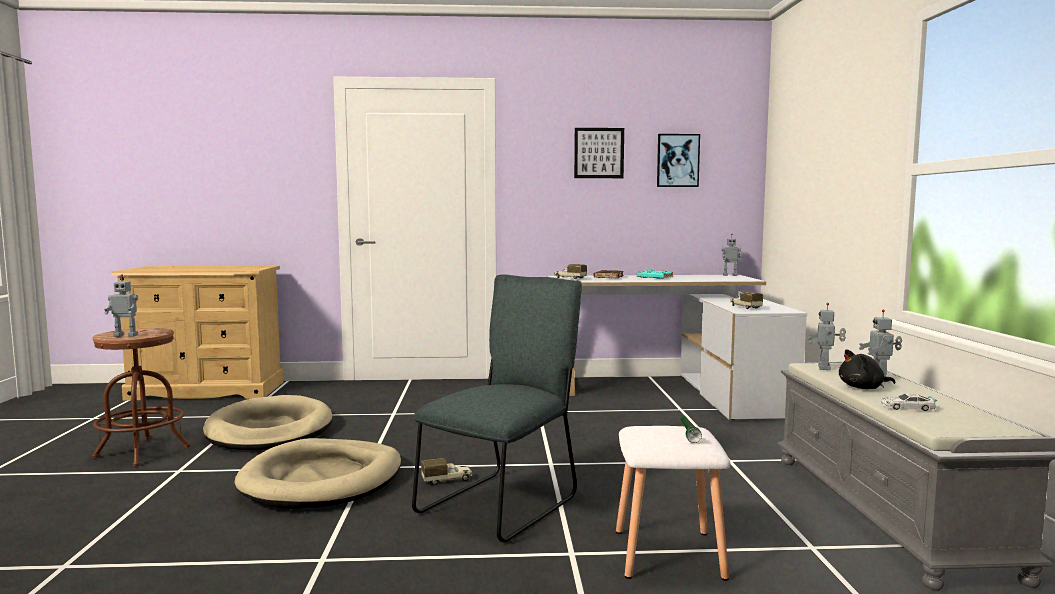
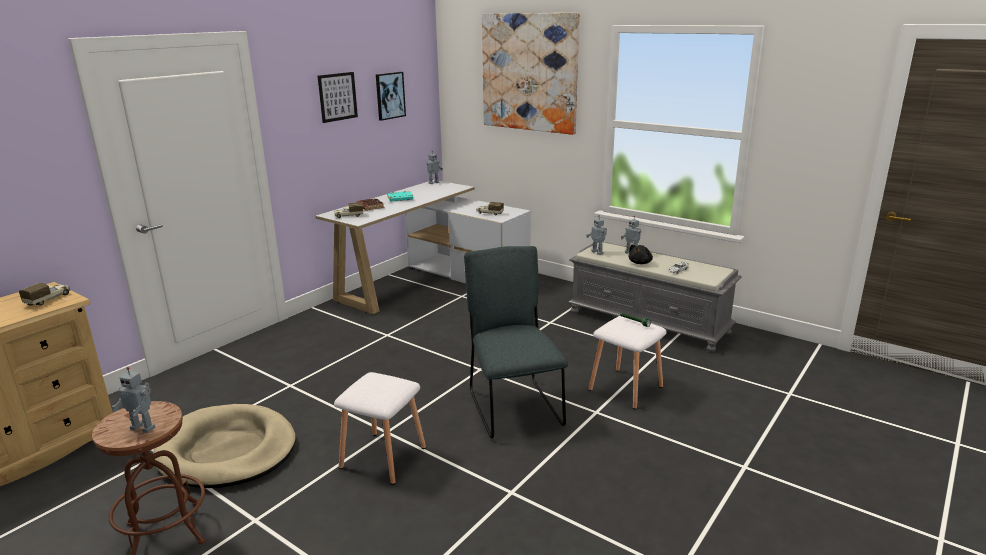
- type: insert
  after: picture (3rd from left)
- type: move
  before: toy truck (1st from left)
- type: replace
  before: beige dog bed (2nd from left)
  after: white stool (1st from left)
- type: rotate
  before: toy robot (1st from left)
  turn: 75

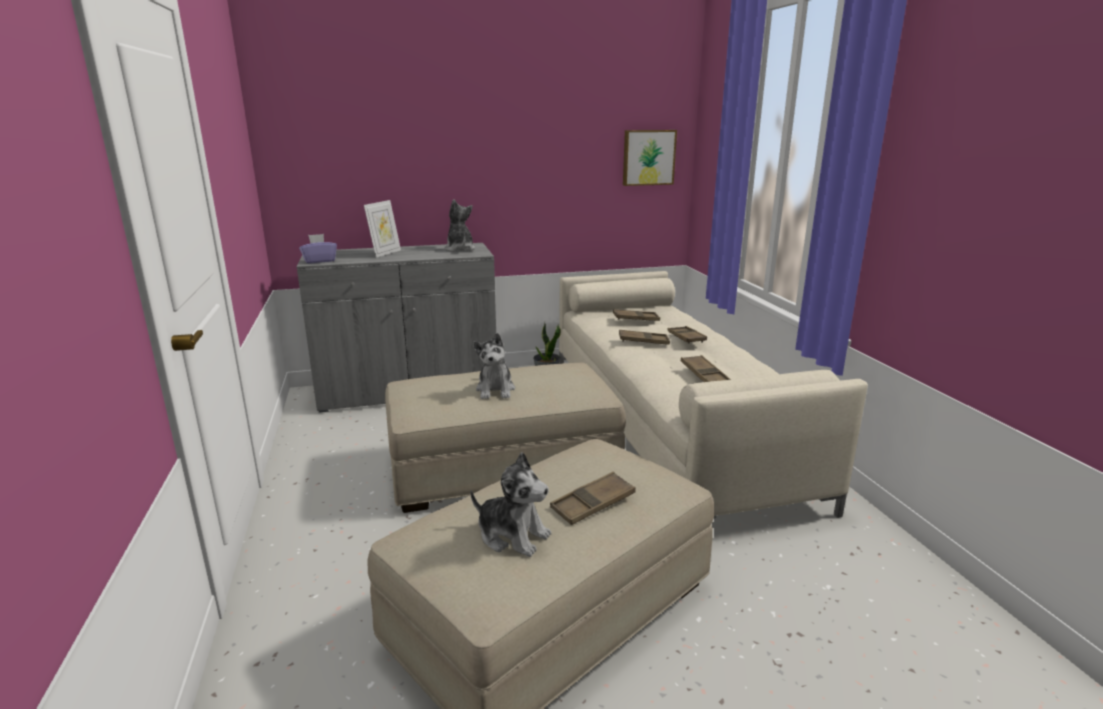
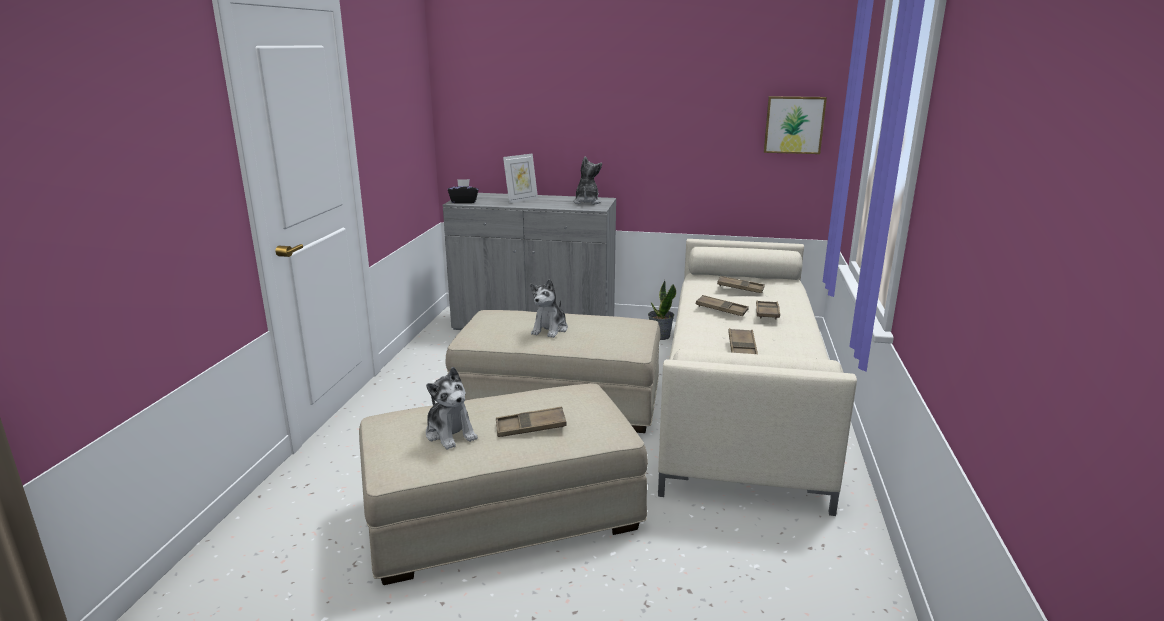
- type: recolor
  before: purple tissue box
  after: black tissue box

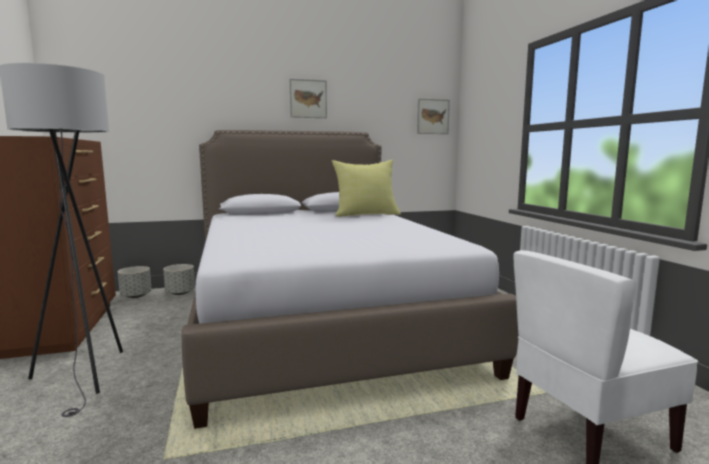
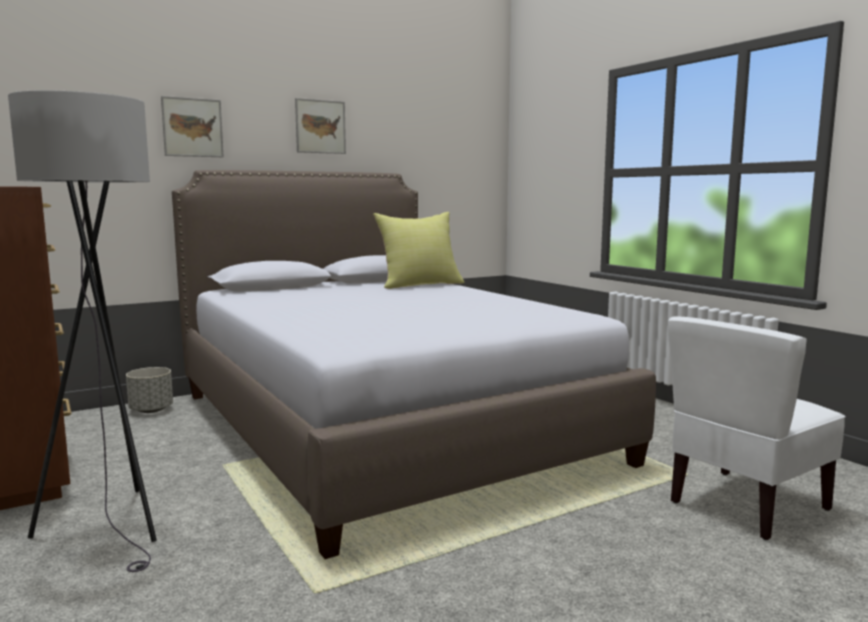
- type: delete
  before: grey planter (1st from left)
- type: move
  before: picture (2nd from left in the first image)
  after: picture (1st from left)

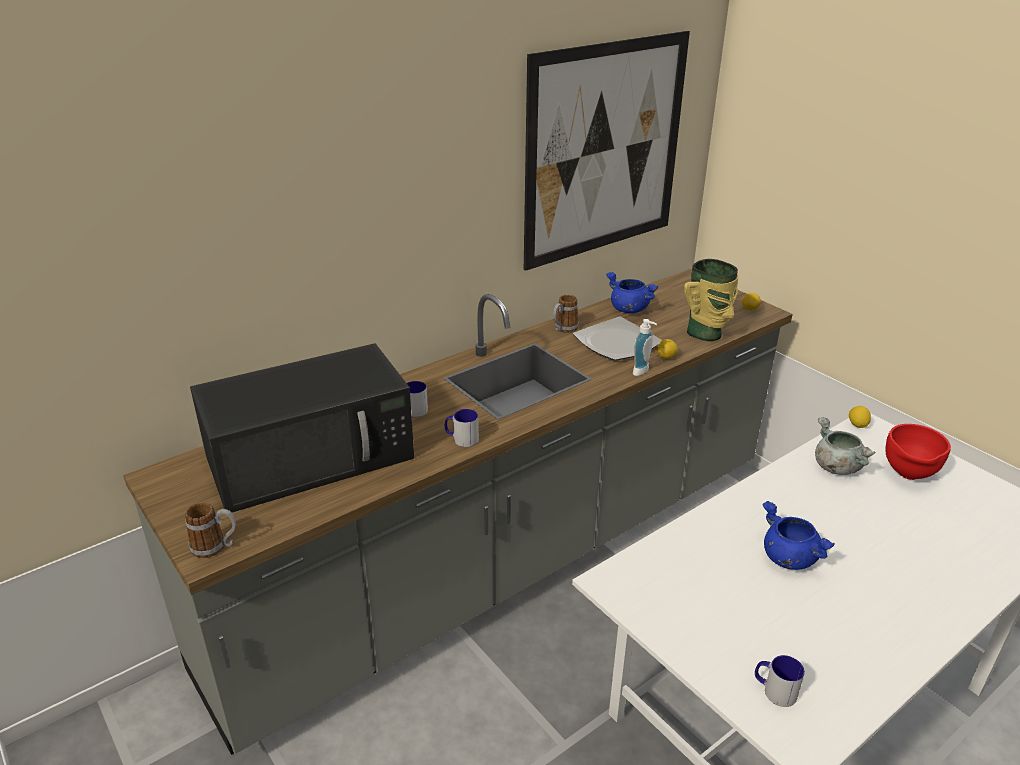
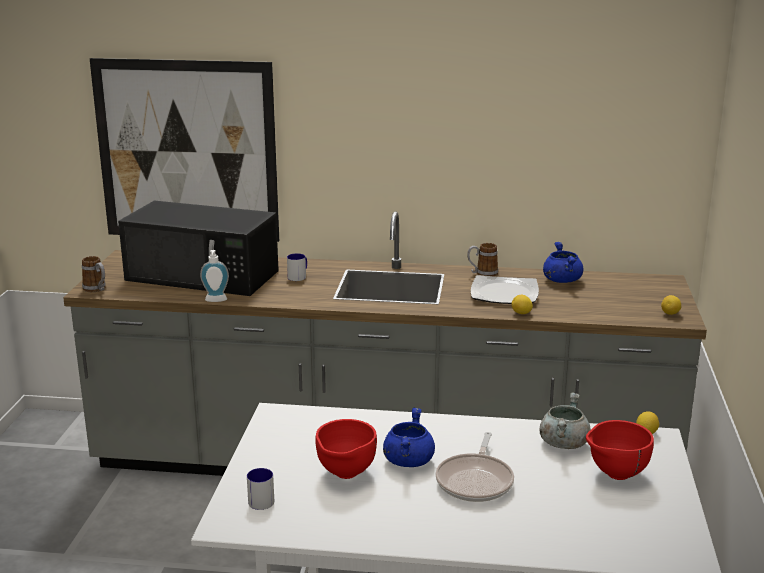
- type: delete
  before: mug (3rd from left)
- type: delete
  before: vase
- type: insert
  after: red bowl (1st from left)
- type: insert
  after: frying pan
- type: move
  before: picture
- type: move
  before: soap dispenser

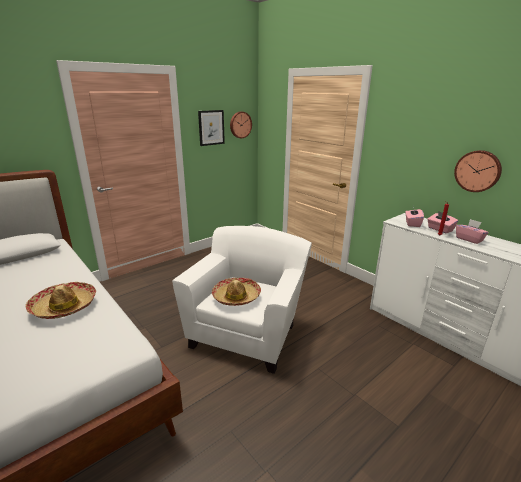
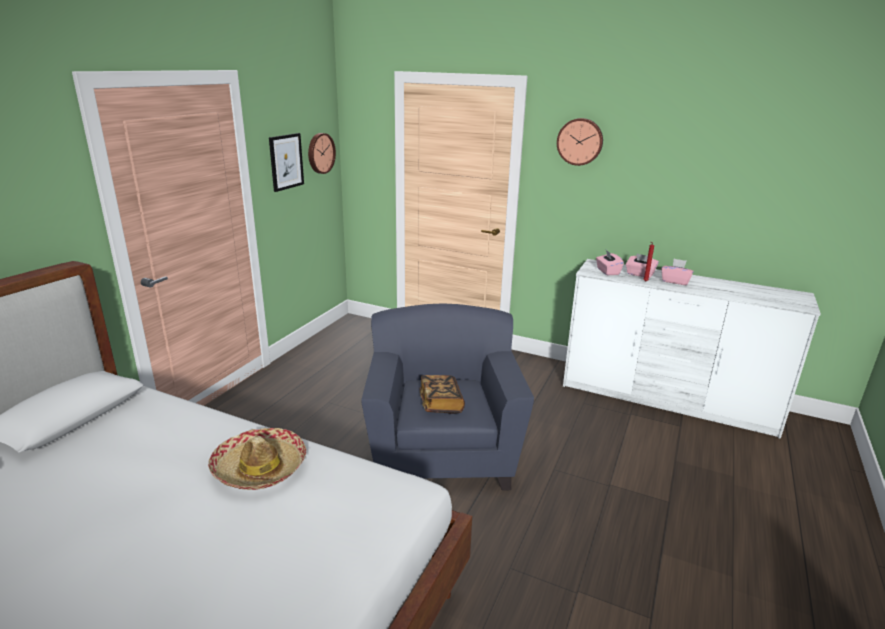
- type: move
  before: wall clock (2nd from left)
- type: replace
  before: hat (2nd from left)
  after: book
- type: recolor
  before: white armchair
  after: blue armchair

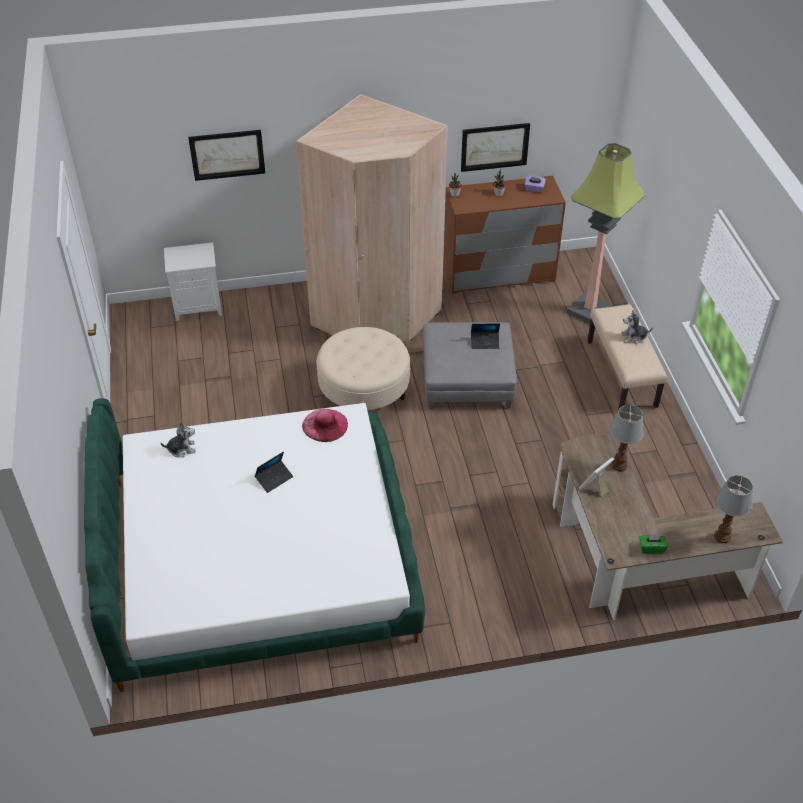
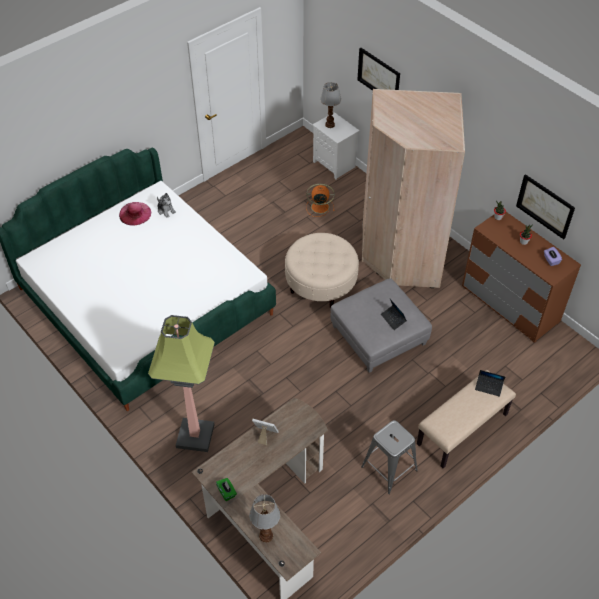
- type: delete
  before: plush toy (2nd from left)
- type: insert
  after: orange fan
- type: insert
  after: grey stool
- type: move
  before: laptop (1st from left in the first image)
  after: laptop (2nd from left)
- type: move
  before: pink hat
- type: move
  before: floor lamp
- type: move
  before: table lamp (1st from left in the first image)
  after: table lamp (2nd from left)

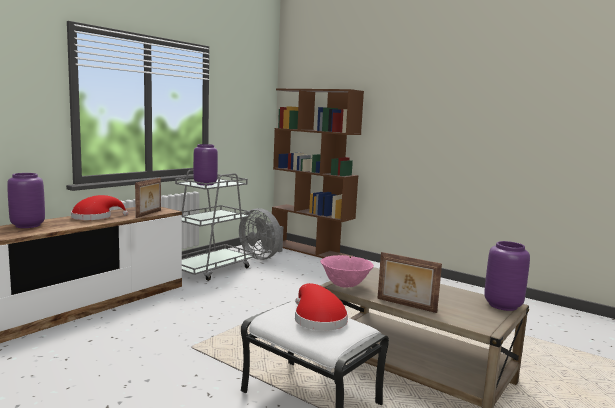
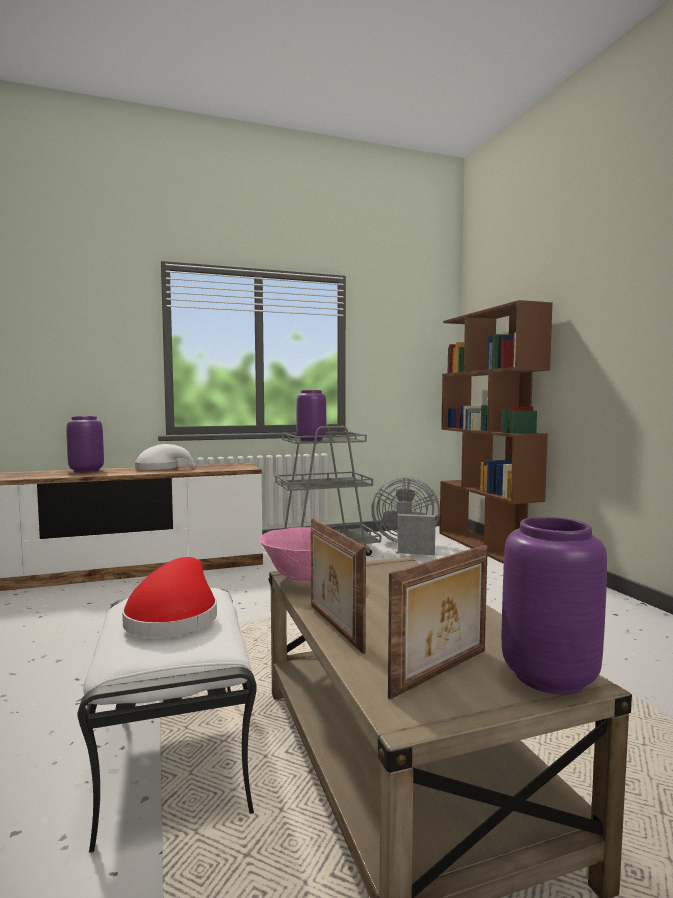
- type: move
  before: picture frame (1st from left in the first image)
  after: picture frame (2nd from left)
- type: recolor
  before: red hat (1st from left)
  after: white hat
- type: rotate
  before: grey fan
  turn: 120

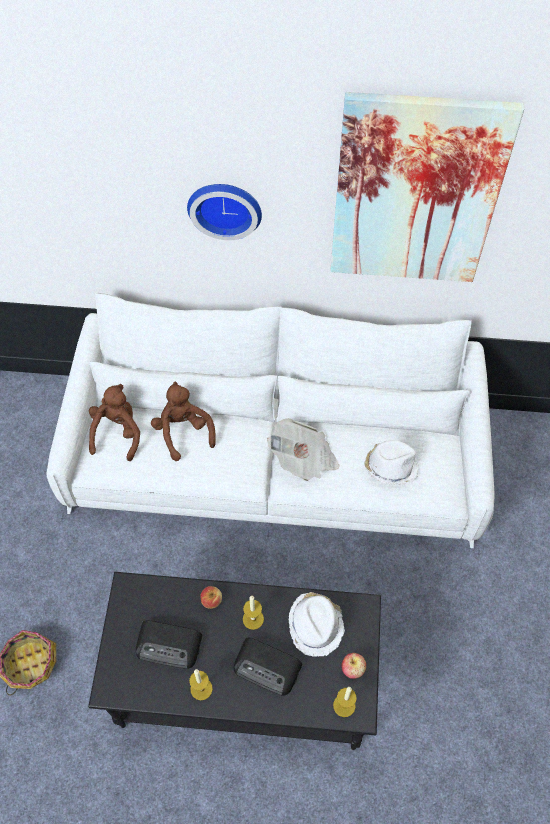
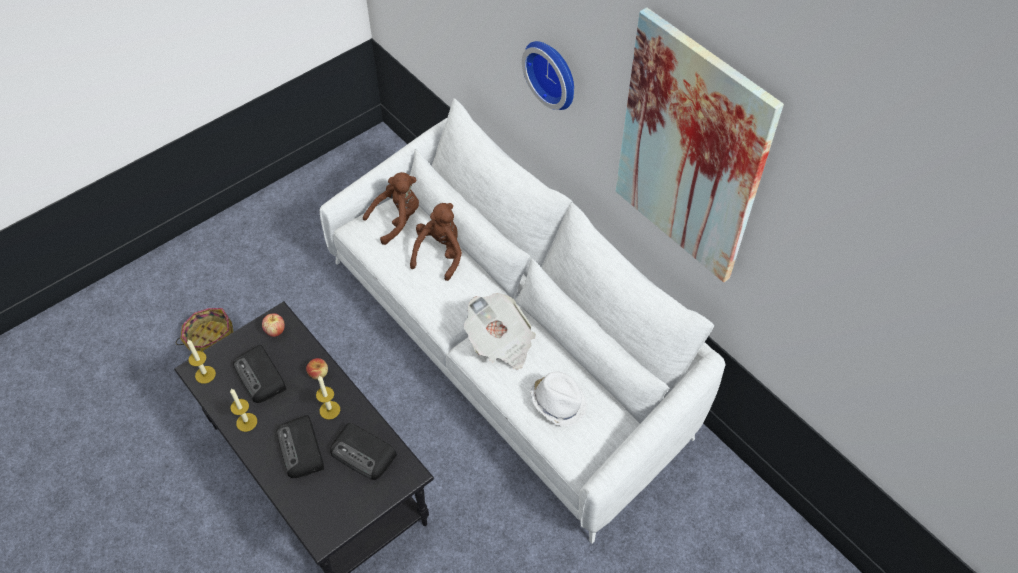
- type: move
  before: candle (3rd from left in the first image)
  after: candle (1st from left)
- type: move
  before: apple (2nd from left in the first image)
  after: apple (1st from left)
- type: replace
  before: white hat (1st from left)
  after: radio (3rd from left)

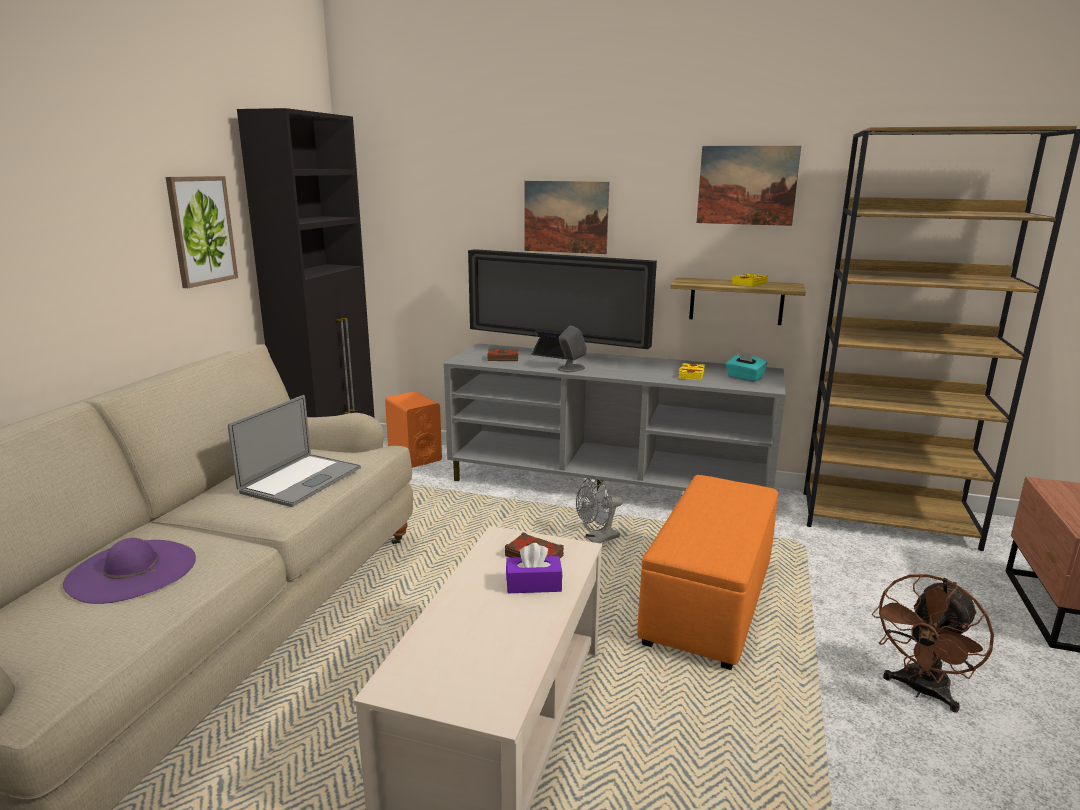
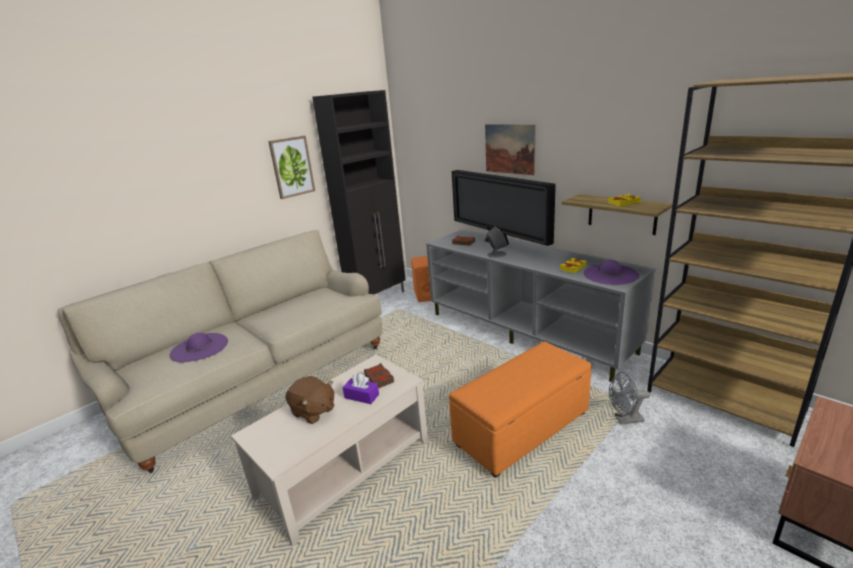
- type: delete
  before: laptop
- type: delete
  before: picture (3rd from left)
- type: delete
  before: brown fan
- type: insert
  after: brown plush toy
- type: move
  before: grey fan
- type: replace
  before: turquoise tissue box
  after: purple hat (2nd from left)

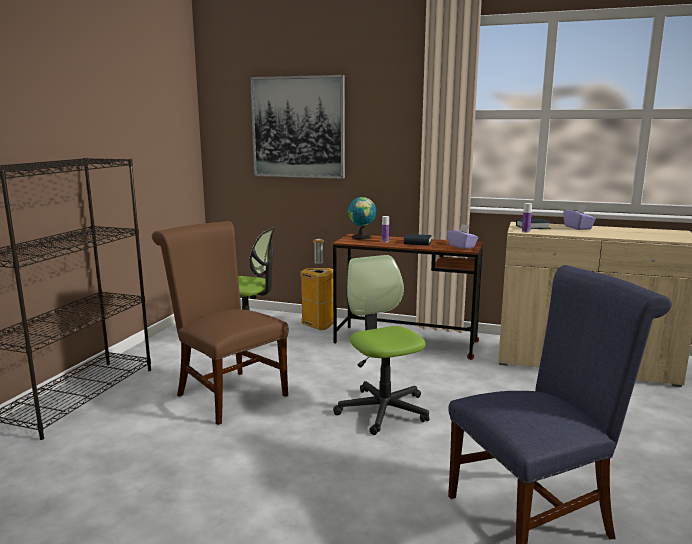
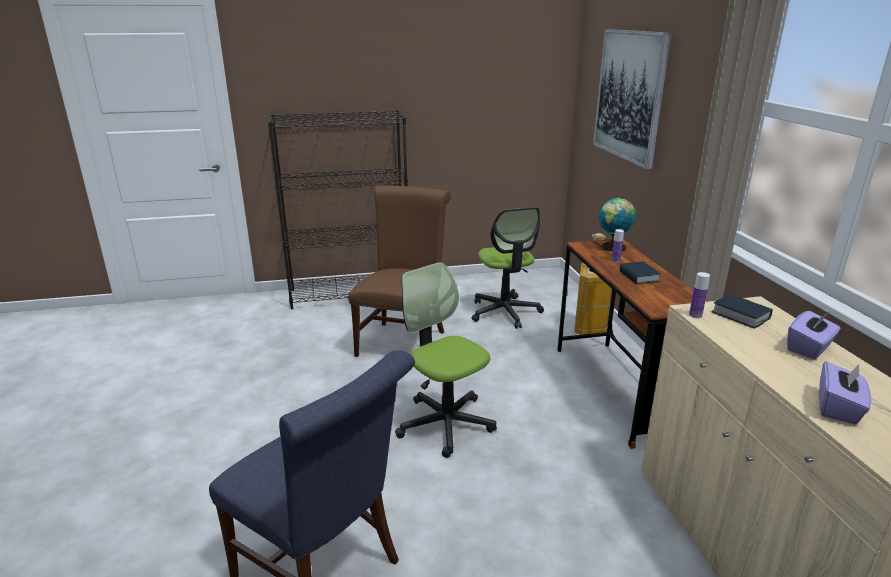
- type: move
  before: purple tissue box (1st from left in the first image)
  after: purple tissue box (2nd from left)
- type: rotate
  before: office chair (2nd from left in the first image)
  turn: -75

